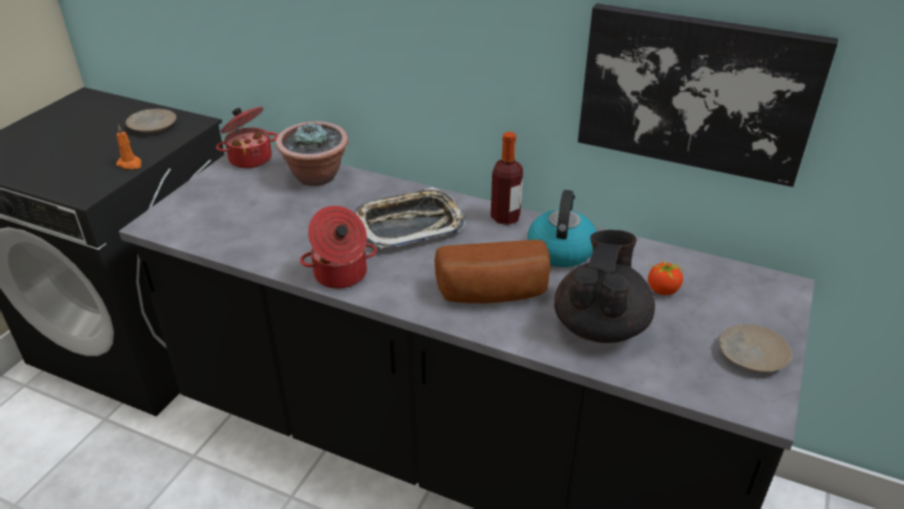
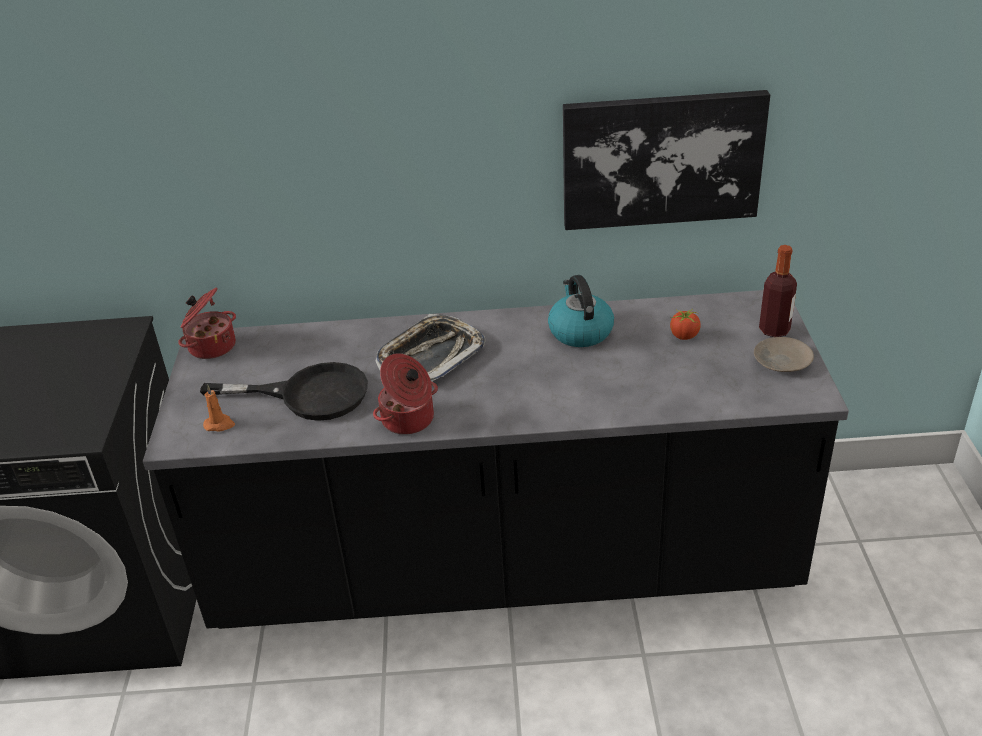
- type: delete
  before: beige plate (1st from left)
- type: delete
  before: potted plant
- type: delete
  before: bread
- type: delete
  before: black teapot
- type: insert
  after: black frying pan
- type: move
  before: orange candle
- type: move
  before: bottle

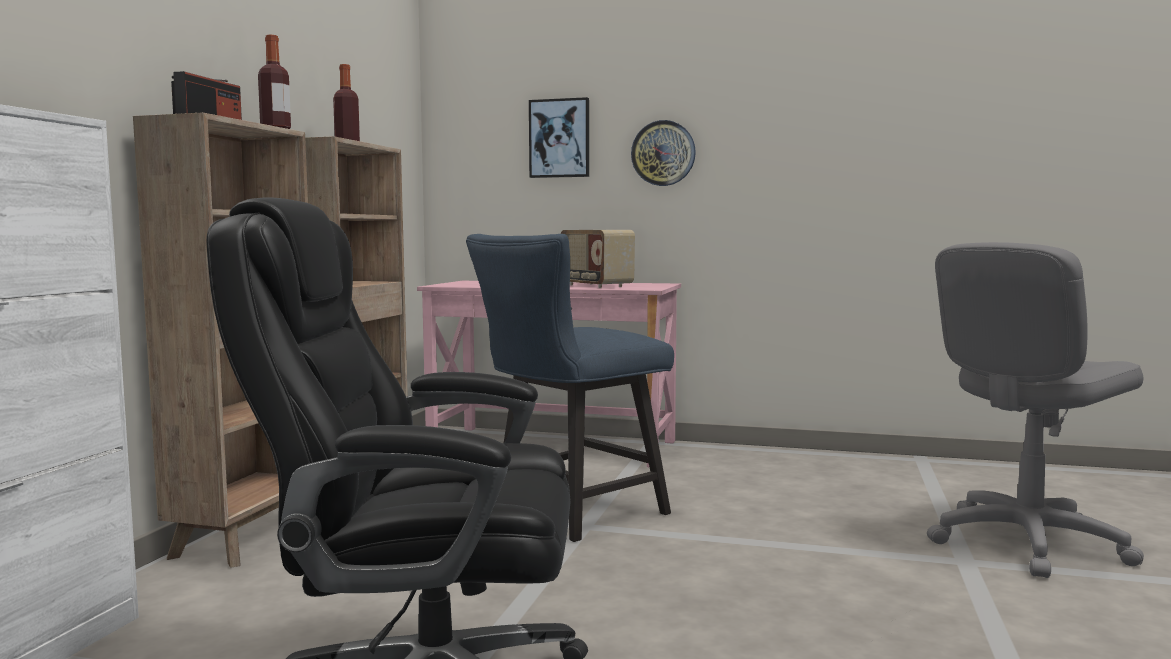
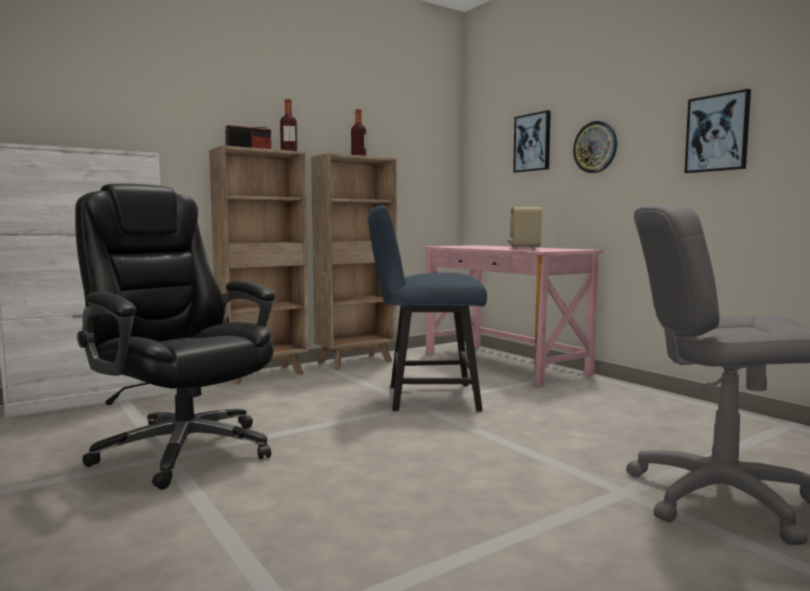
- type: insert
  after: picture (2nd from left)

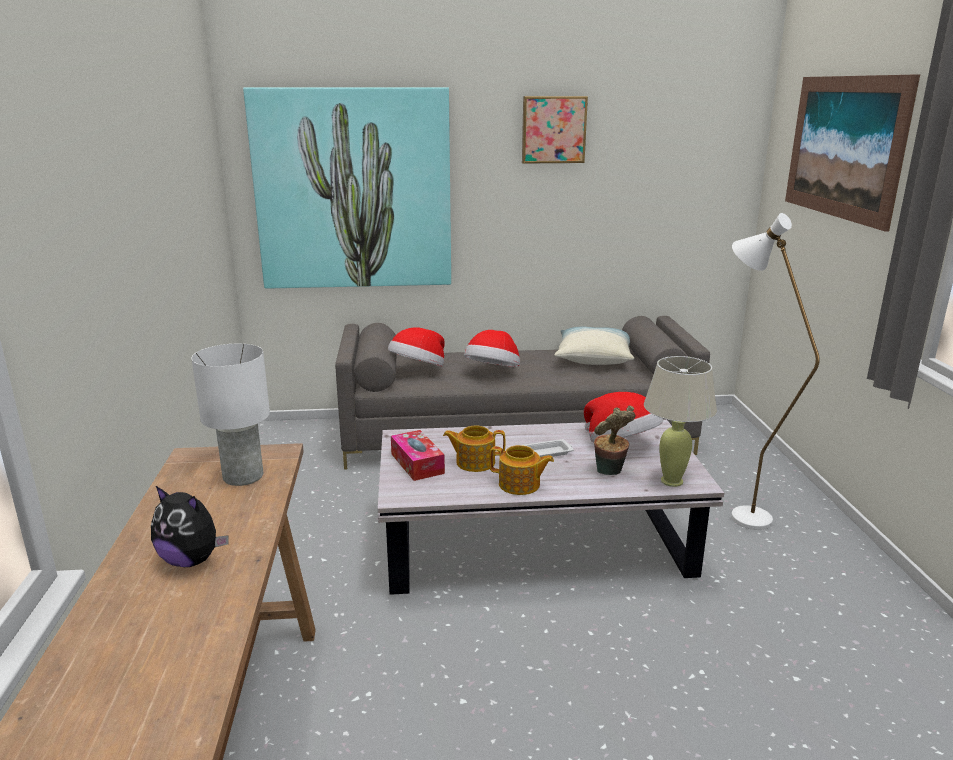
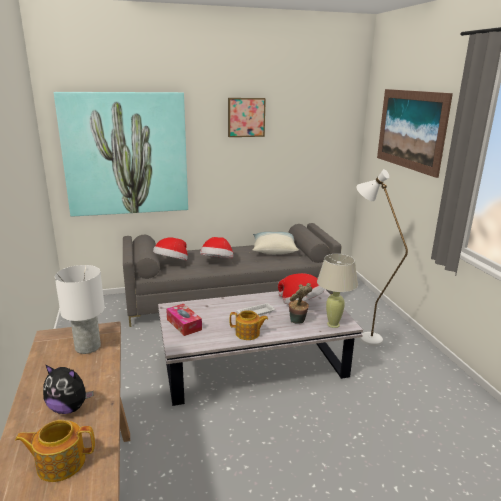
- type: move
  before: teapot (1st from left)

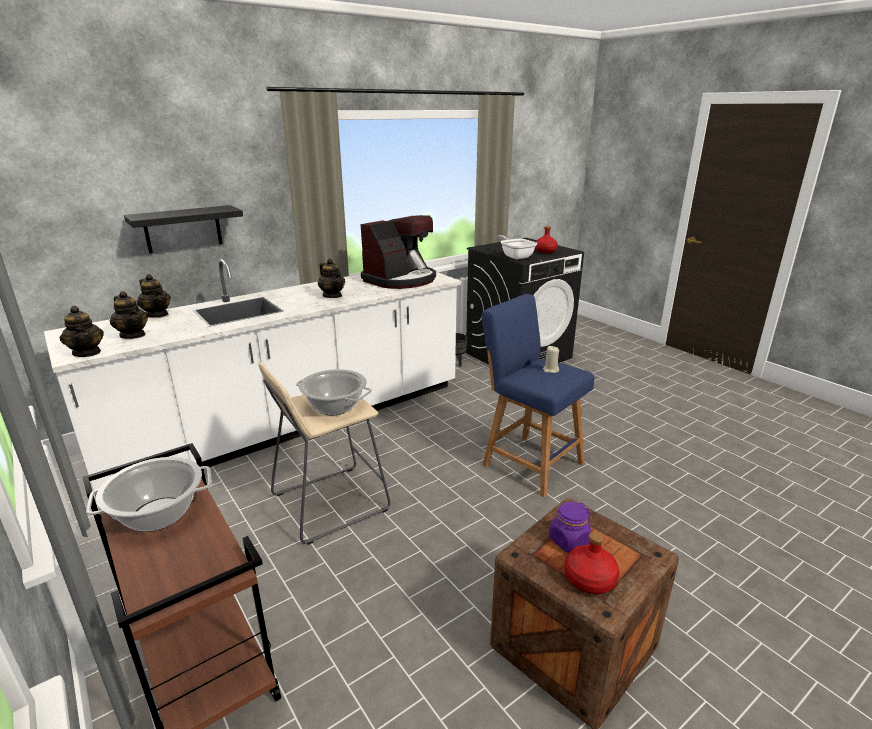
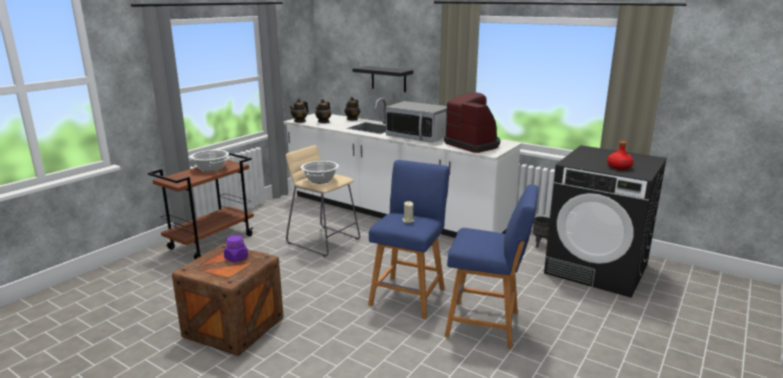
- type: delete
  before: frying pan
- type: delete
  before: red bottle (2nd from left)
- type: insert
  after: blue stool (2nd from left)
- type: replace
  before: teapot (4th from left)
  after: microwave
- type: rotate
  before: coffee machine
  turn: -150

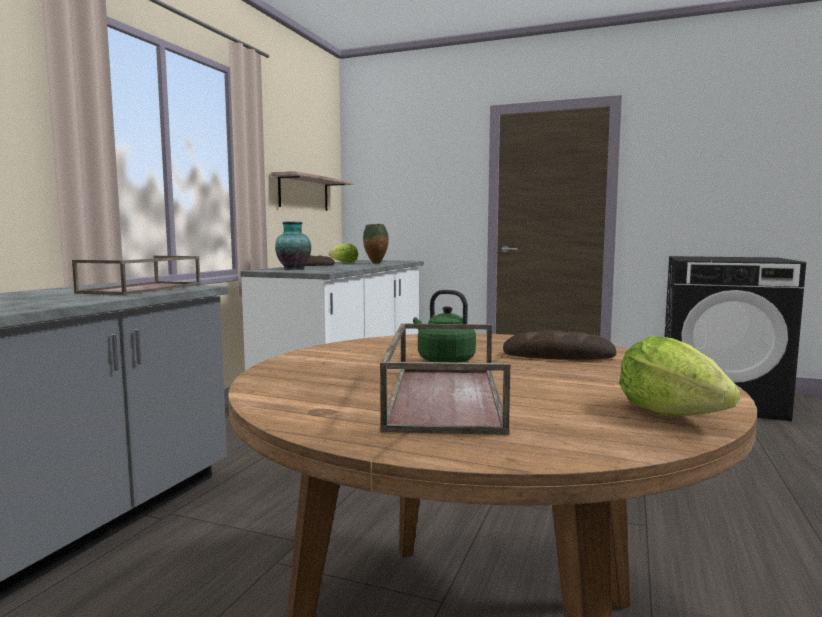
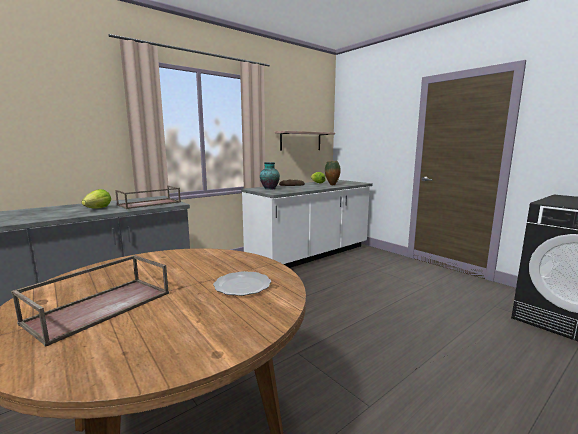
- type: delete
  before: green kettle
- type: move
  before: lettuce (2nd from left in the first image)
  after: lettuce (1st from left)
- type: replace
  before: bread (2nd from left)
  after: plate

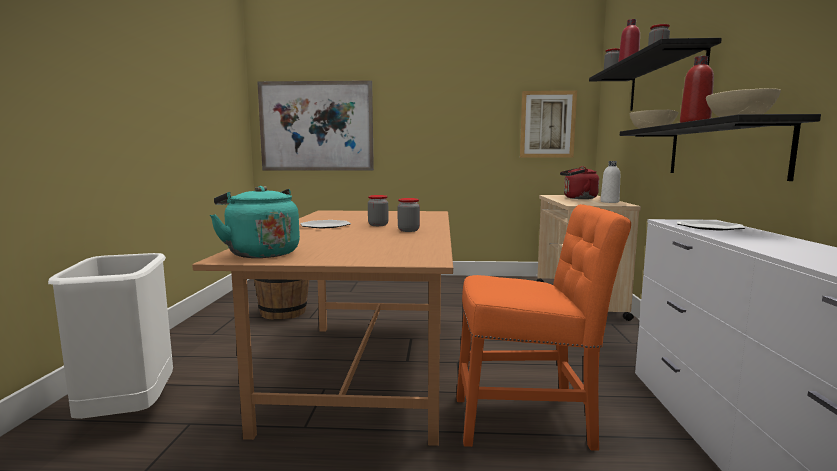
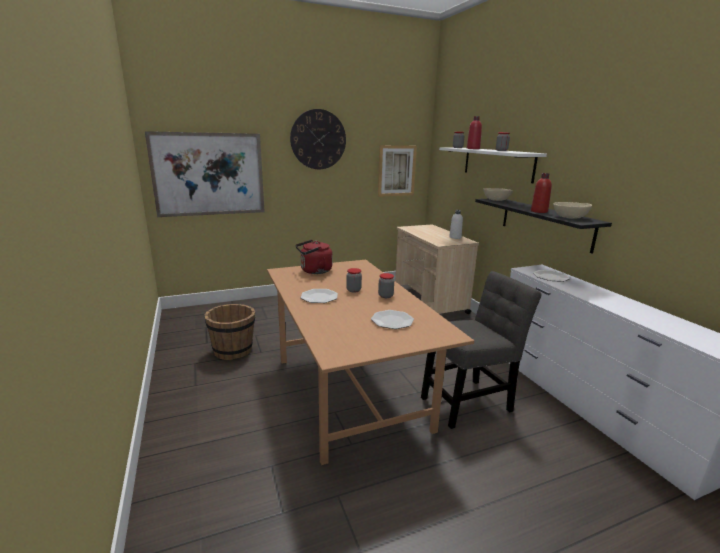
- type: delete
  before: white trash can
- type: delete
  before: turquoise kettle
- type: insert
  after: wall clock
- type: insert
  after: plate (2nd from left)
- type: move
  before: red kettle
- type: recolor
  before: orange chair
  after: grey chair
- type: recolor
  before: black shelf (1st from left)
  after: white shelf

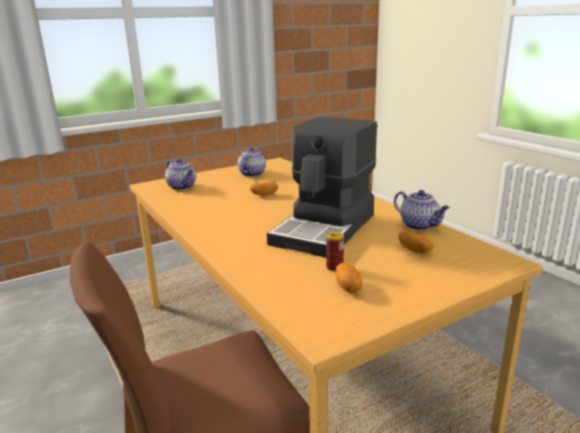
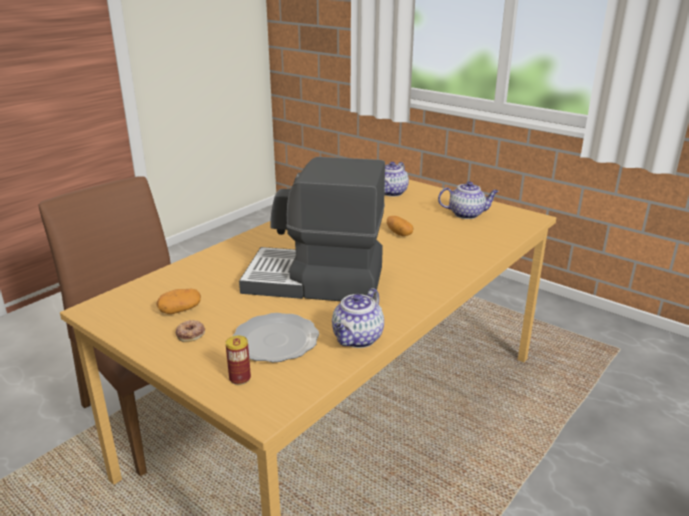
- type: insert
  after: donut
- type: move
  before: can
- type: replace
  before: potato (3rd from left)
  after: plate

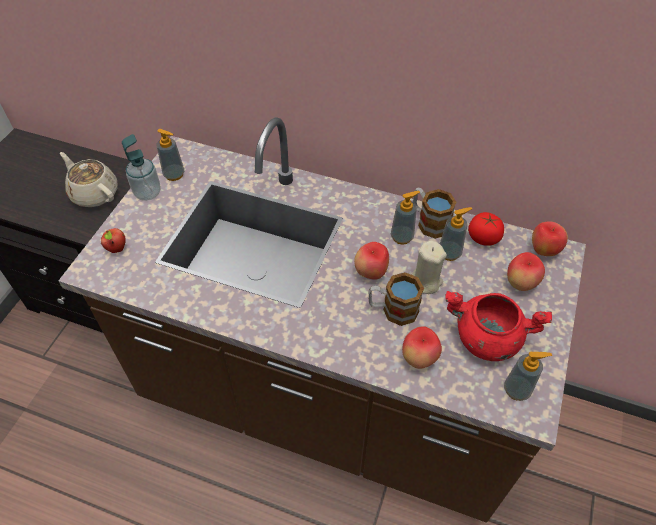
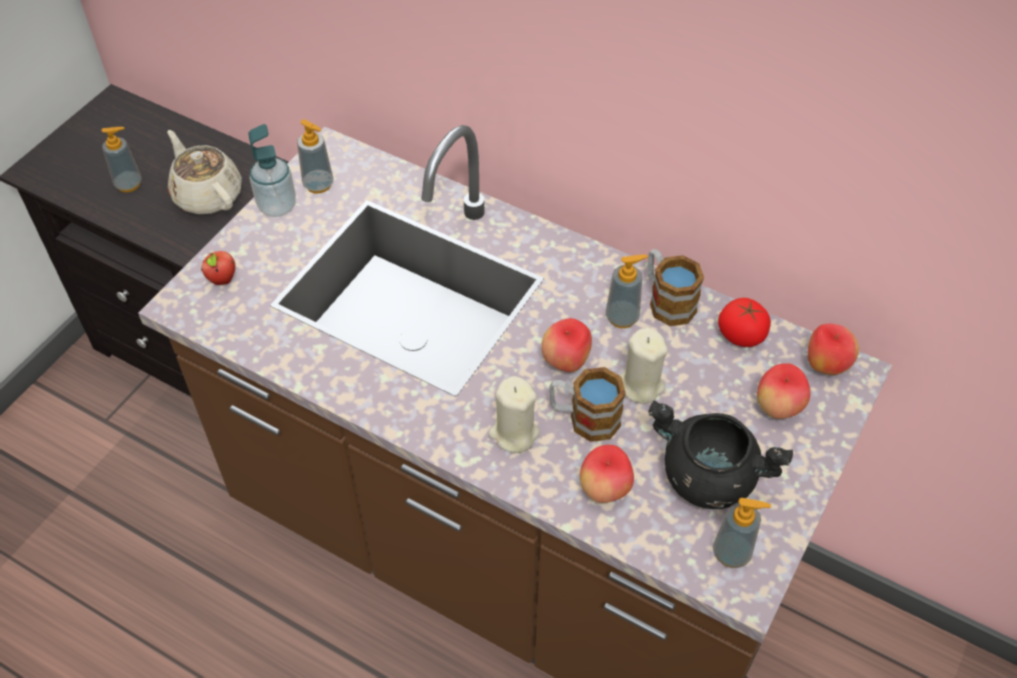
- type: insert
  after: beige candle (1st from left)
- type: move
  before: soap dispenser (4th from left in the first image)
  after: soap dispenser (1st from left)
- type: recolor
  before: red cooking pot
  after: black cooking pot

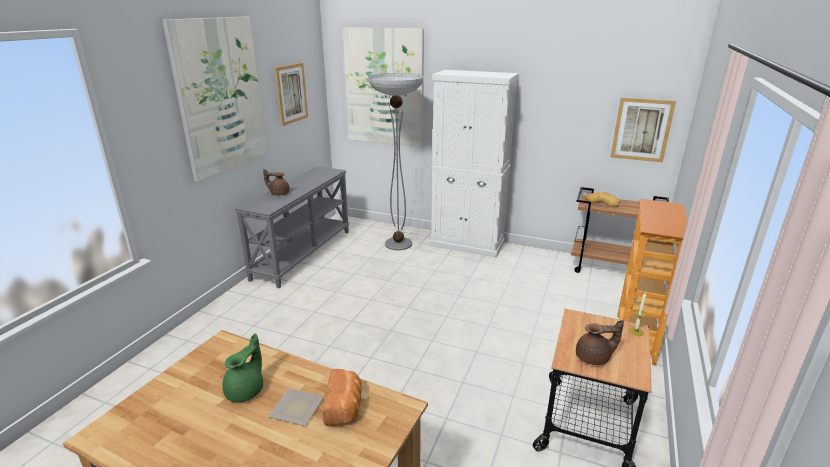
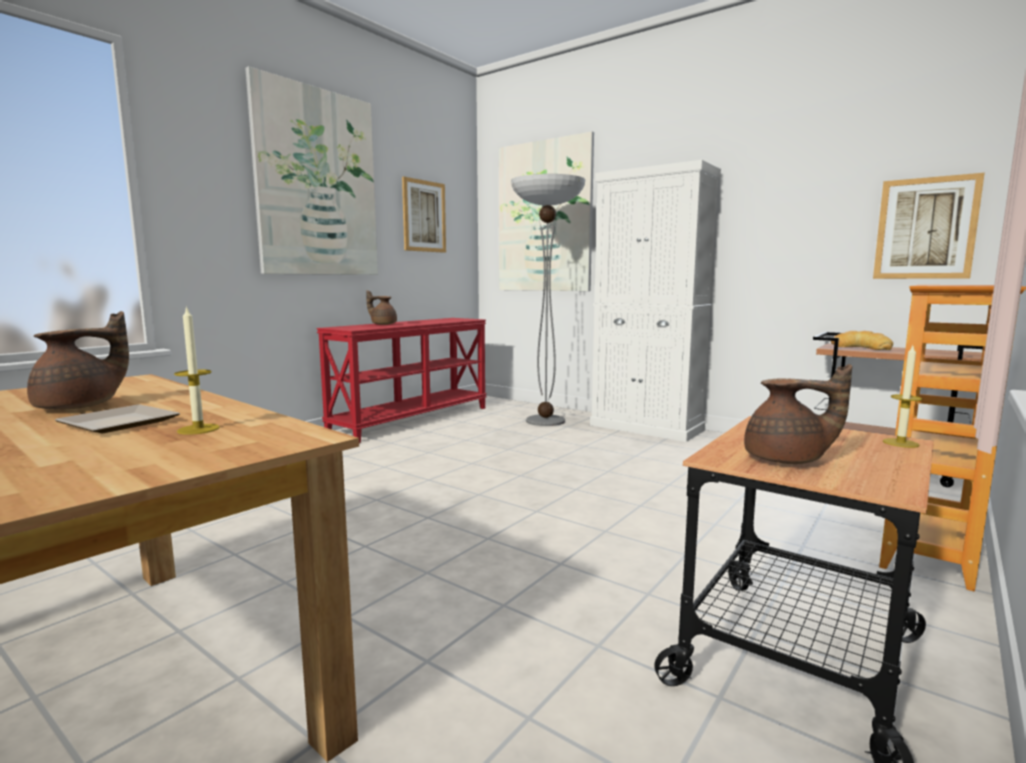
- type: replace
  before: bread (1st from left)
  after: candle (1st from left)
- type: recolor
  before: green teapot
  after: brown teapot (1st from left)
- type: recolor
  before: grey console table
  after: red console table

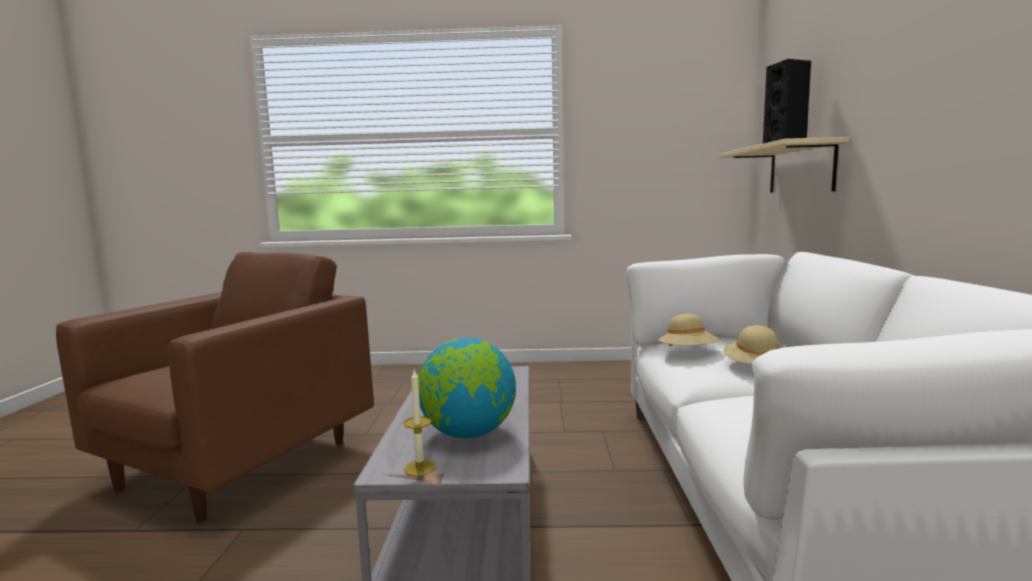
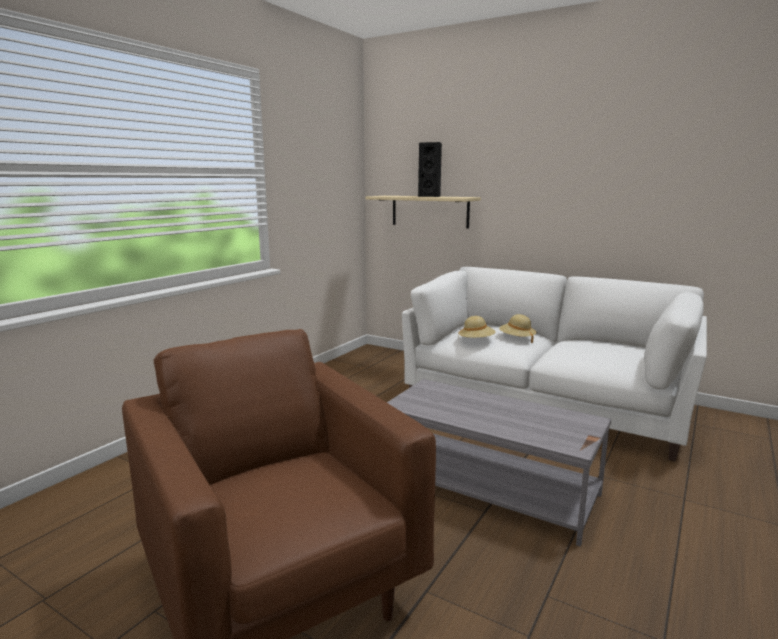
- type: delete
  before: candle
- type: delete
  before: globe

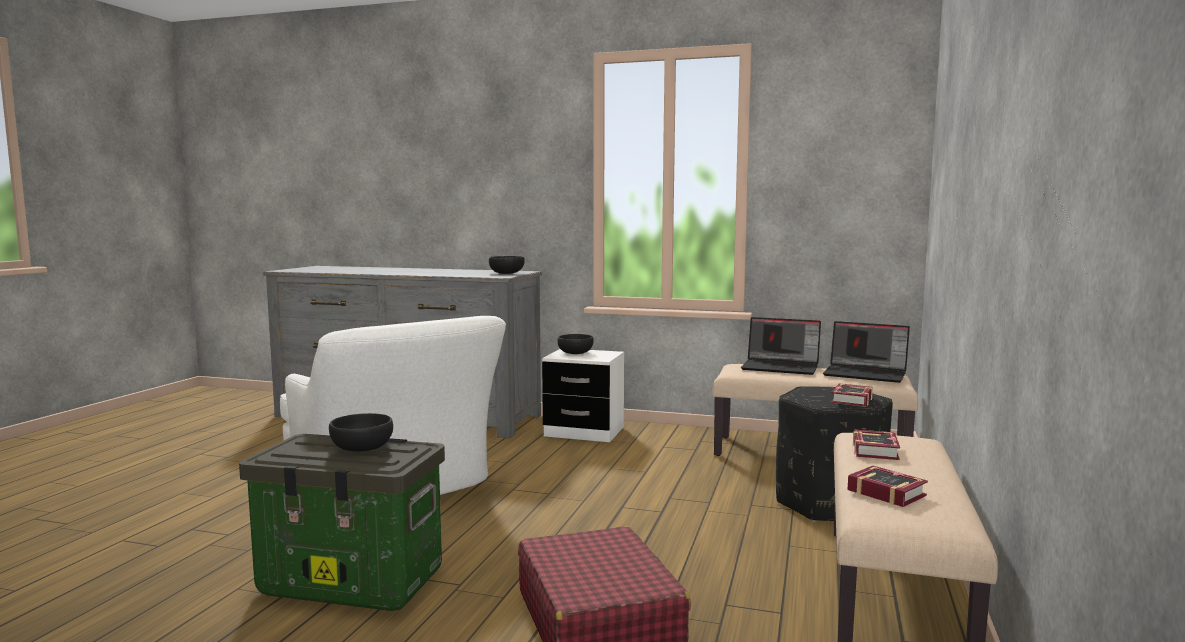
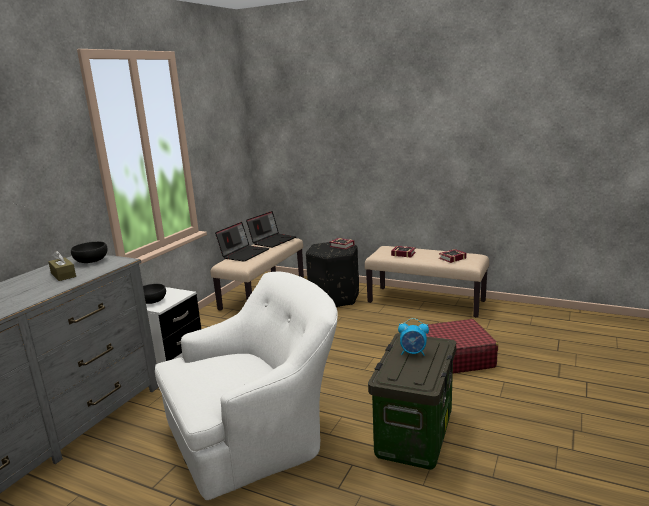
- type: insert
  after: brown tissue box
- type: replace
  before: black bowl (1st from left)
  after: alarm clock

